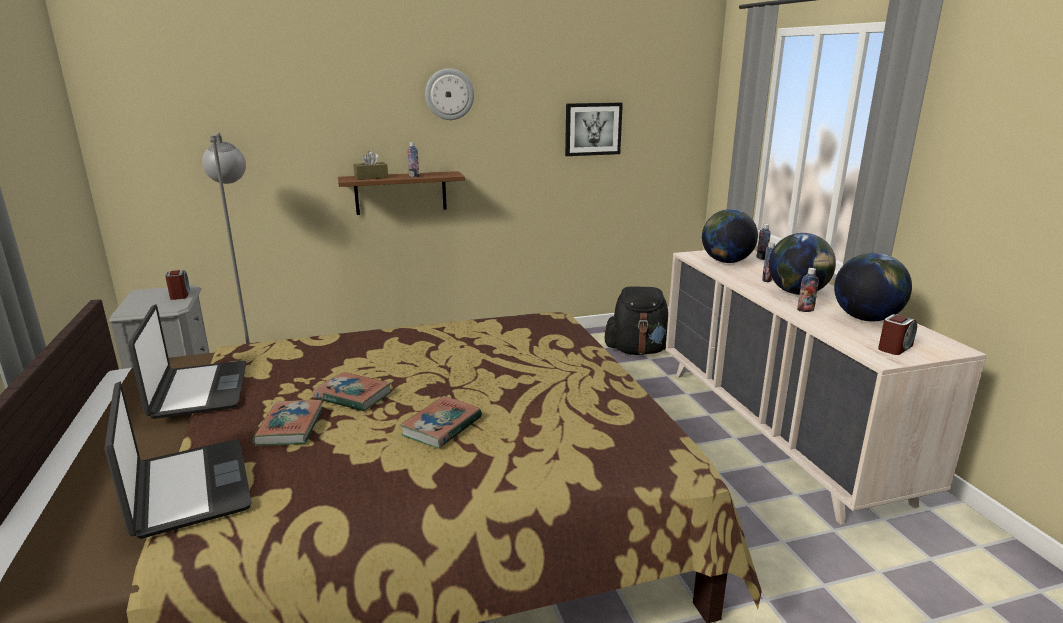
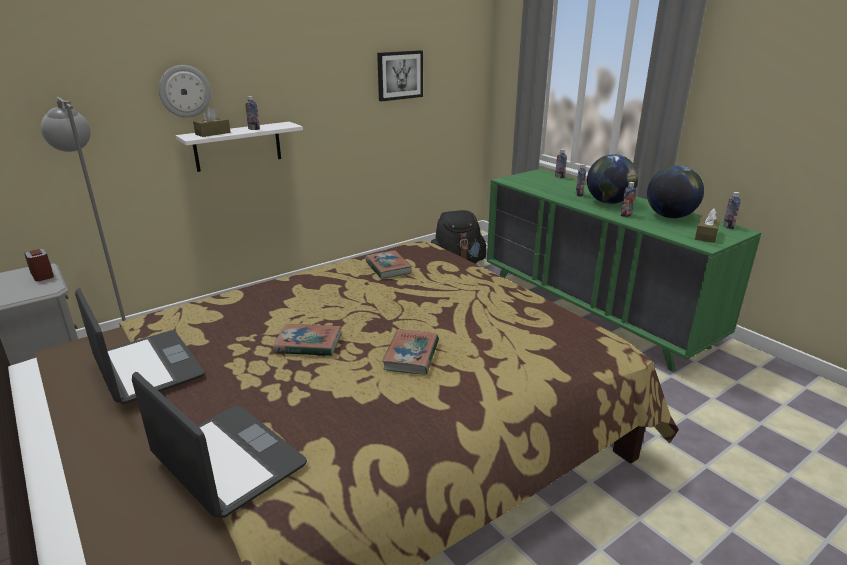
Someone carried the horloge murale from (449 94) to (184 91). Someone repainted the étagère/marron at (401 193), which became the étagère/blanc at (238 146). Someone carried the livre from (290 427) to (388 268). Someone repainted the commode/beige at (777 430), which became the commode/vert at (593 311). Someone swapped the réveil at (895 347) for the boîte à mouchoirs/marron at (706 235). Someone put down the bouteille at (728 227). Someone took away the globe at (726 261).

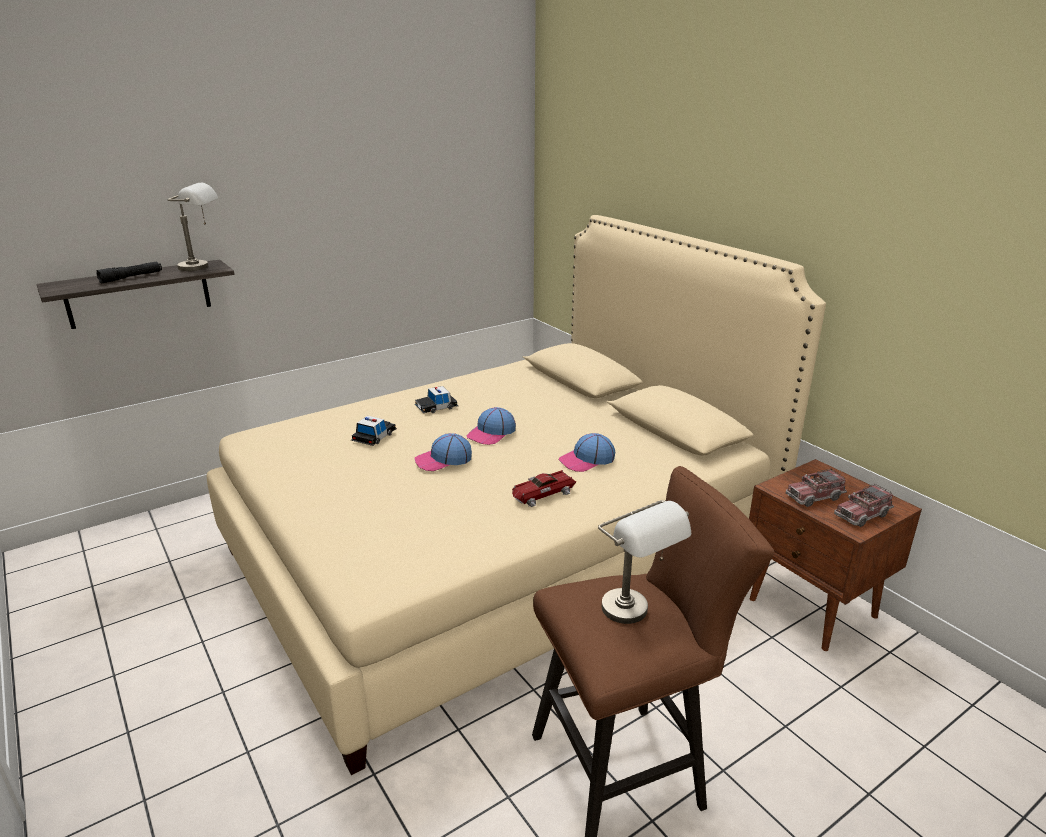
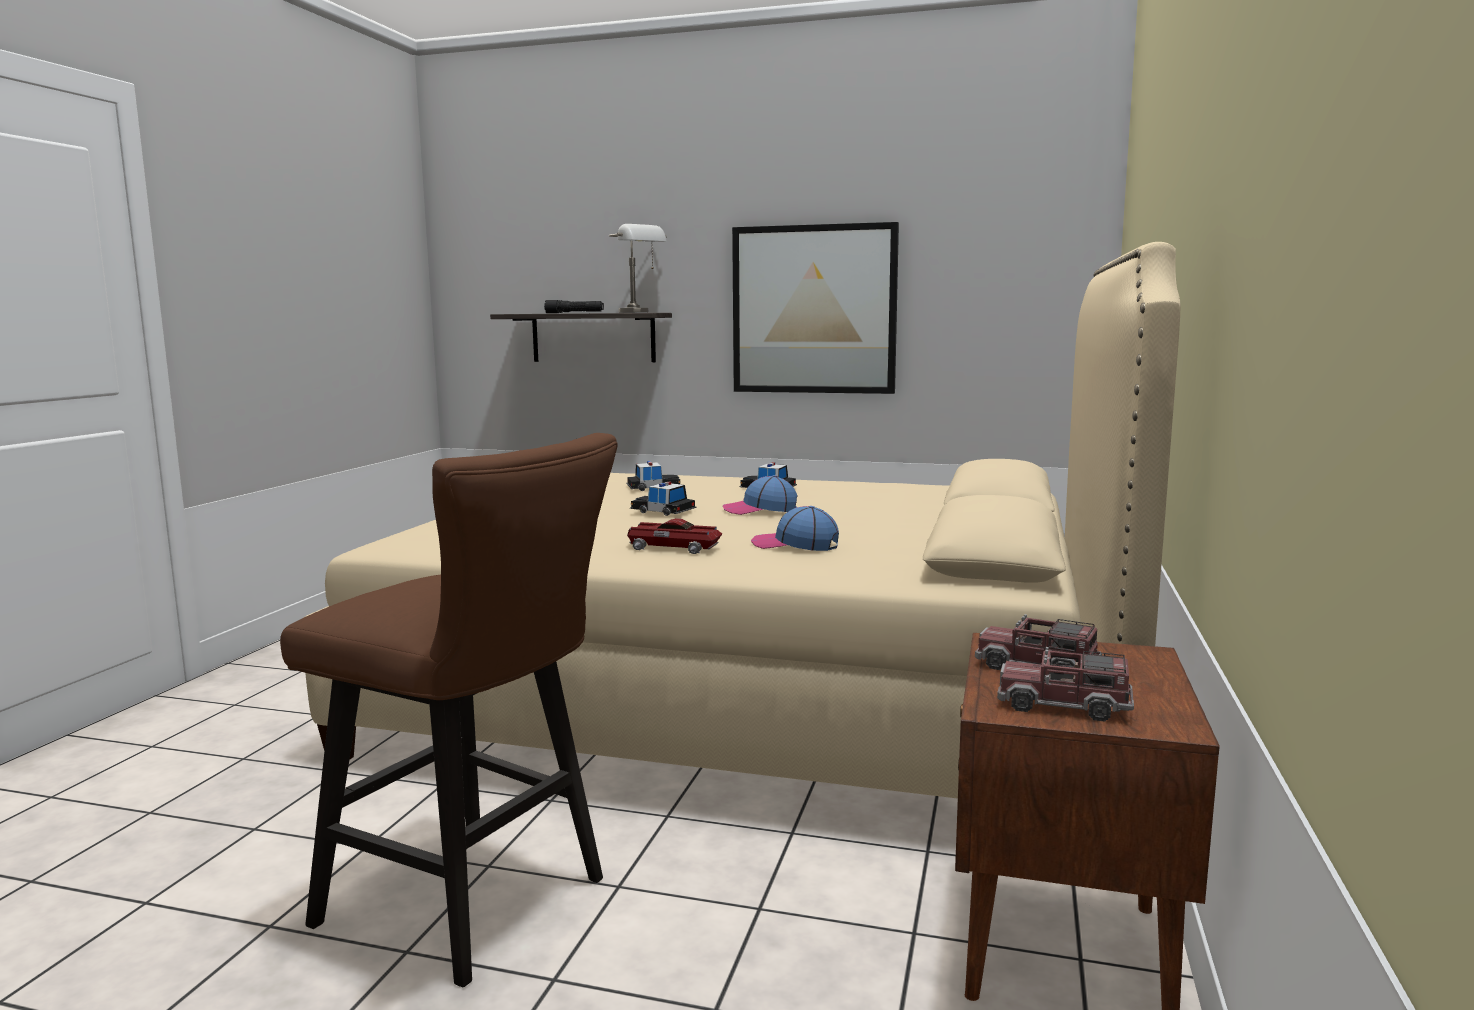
Someone swapped the casquette at (443 460) for the petite voiture at (663 511). Someone put up the tableau at (814 310). Someone took away the lampe de table/gris at (636 616).

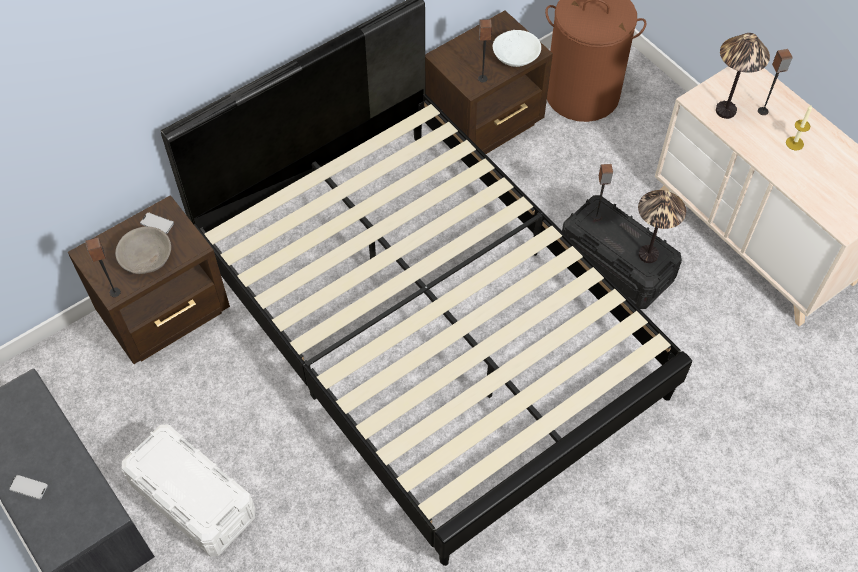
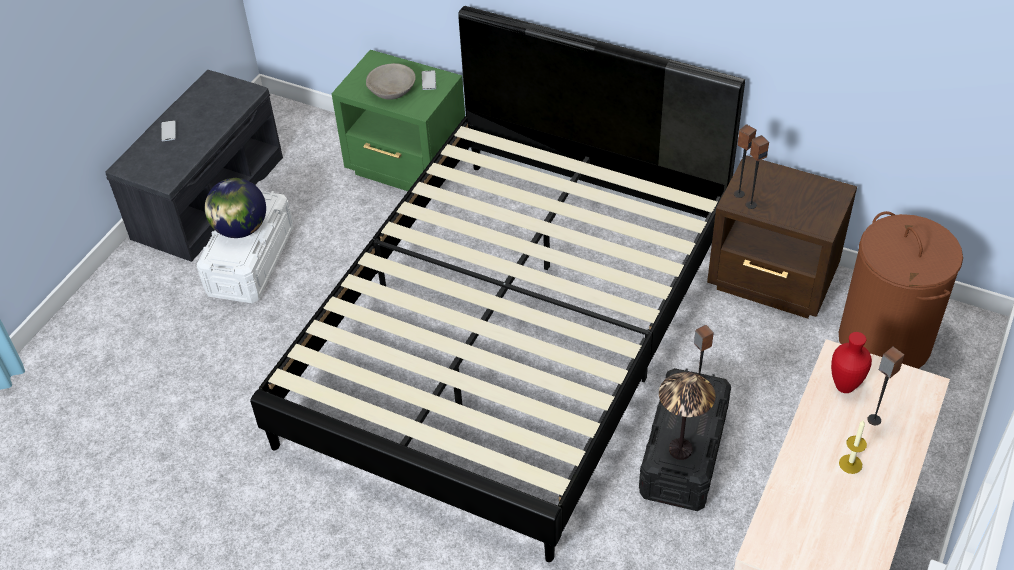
Someone put down the globe at (240 229). Someone repainted the table de chevet/marron at (167 314), which became the table de chevet/vert at (408 168). Someone carried the enceinte from (114 292) to (738 193). Someone swapped the lampe de table at (725 110) for the vase/rouge at (845 386). Someone took away the bol/blanc at (516 57).

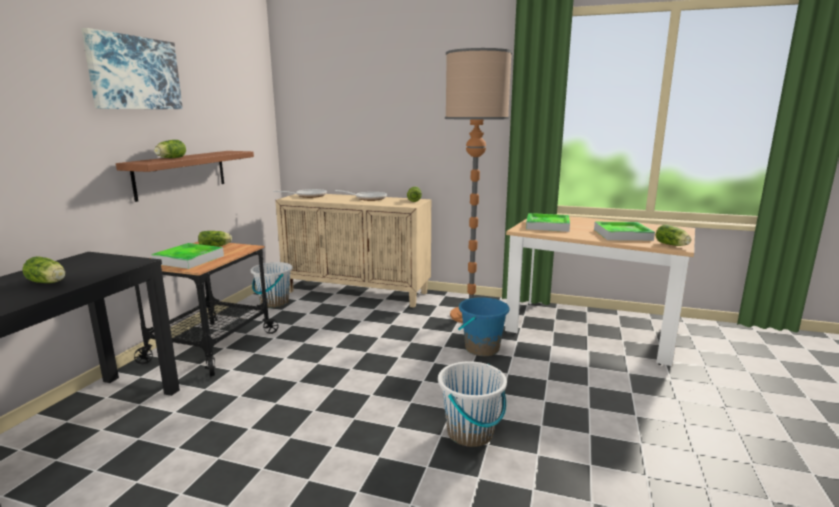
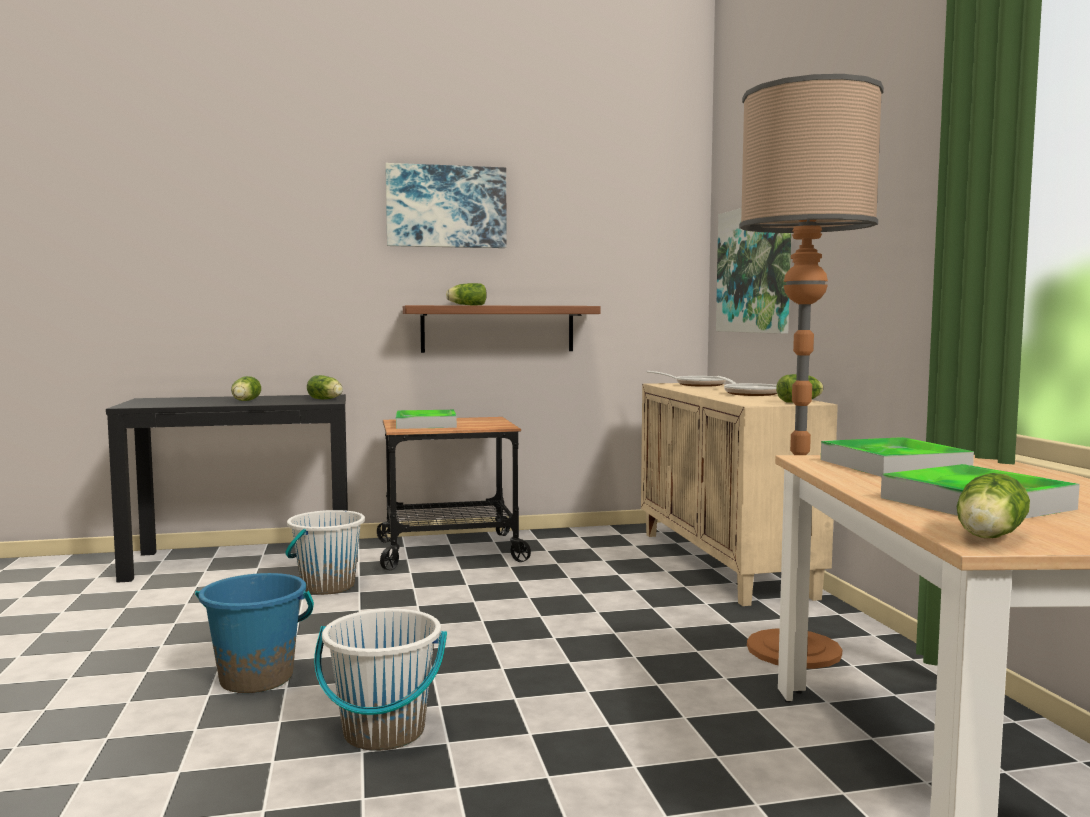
Someone carried the seau/bleu from (481 348) to (257 678). Someone carried the seau/blanc from (274 303) to (327 586). Someone carried the laitue from (216 247) to (326 399). Someone put up the tableau at (755 269).

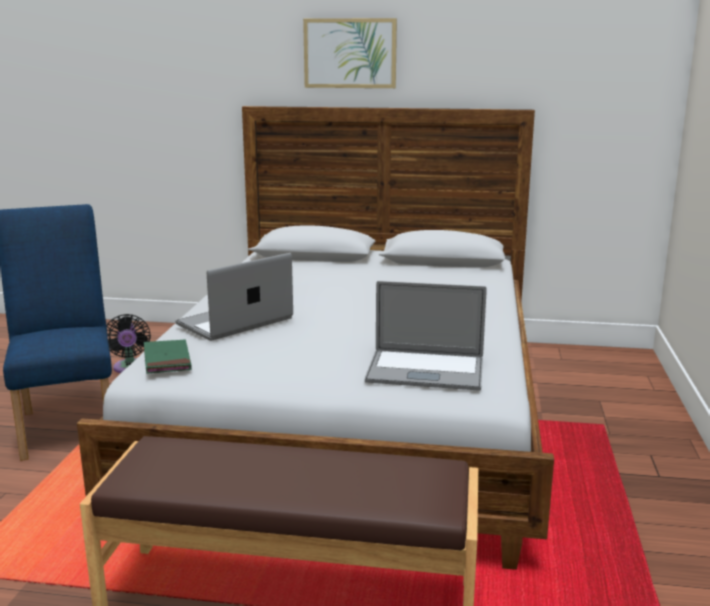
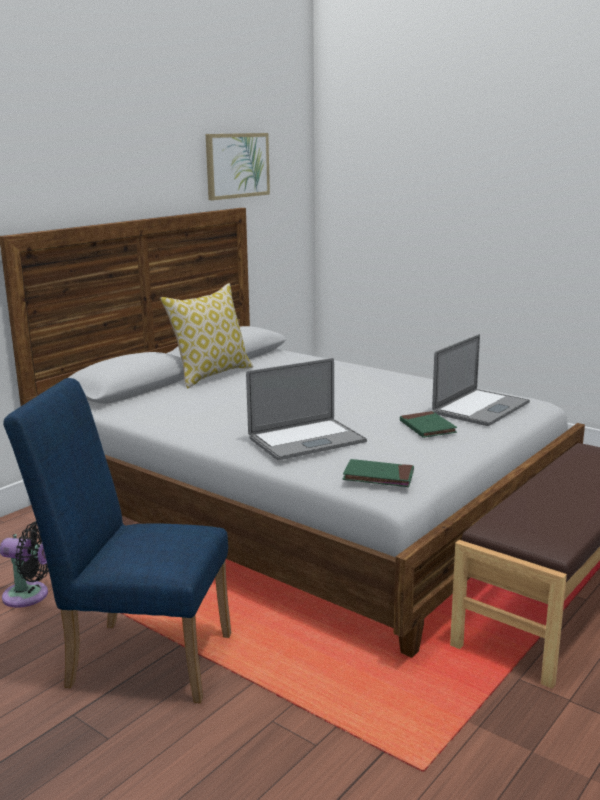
Someone put down the coussin at (211 375). Someone carried the tableau from (350 53) to (237 165). Someone rotated the ordinateur portable at (235 321) by 105 degrees counterclockwise. Someone put down the livre/vert at (427 428).

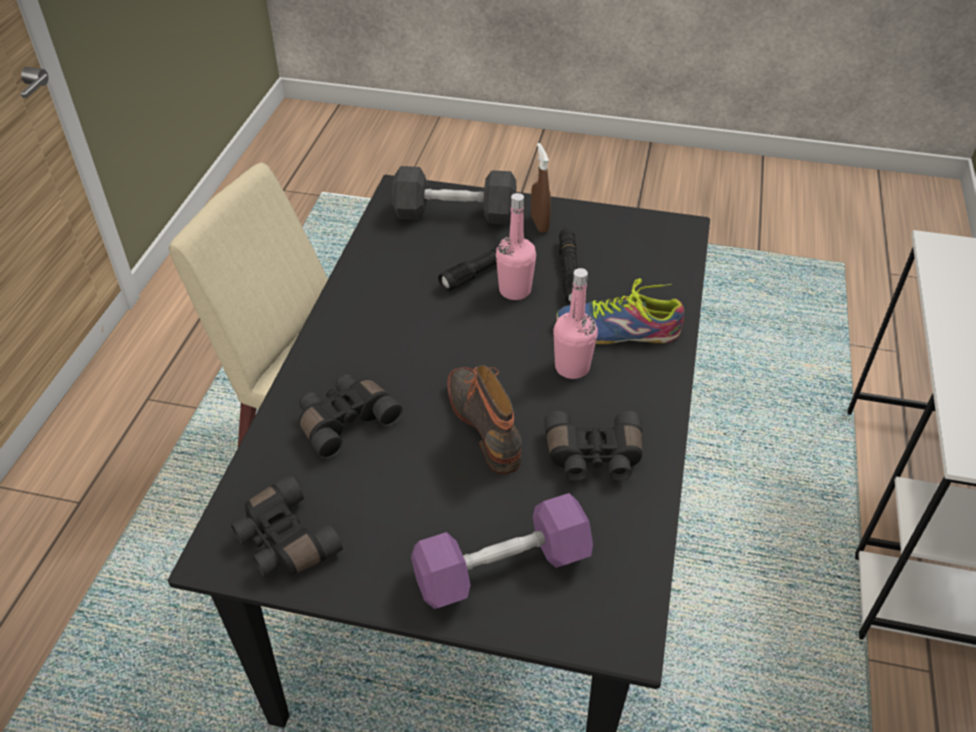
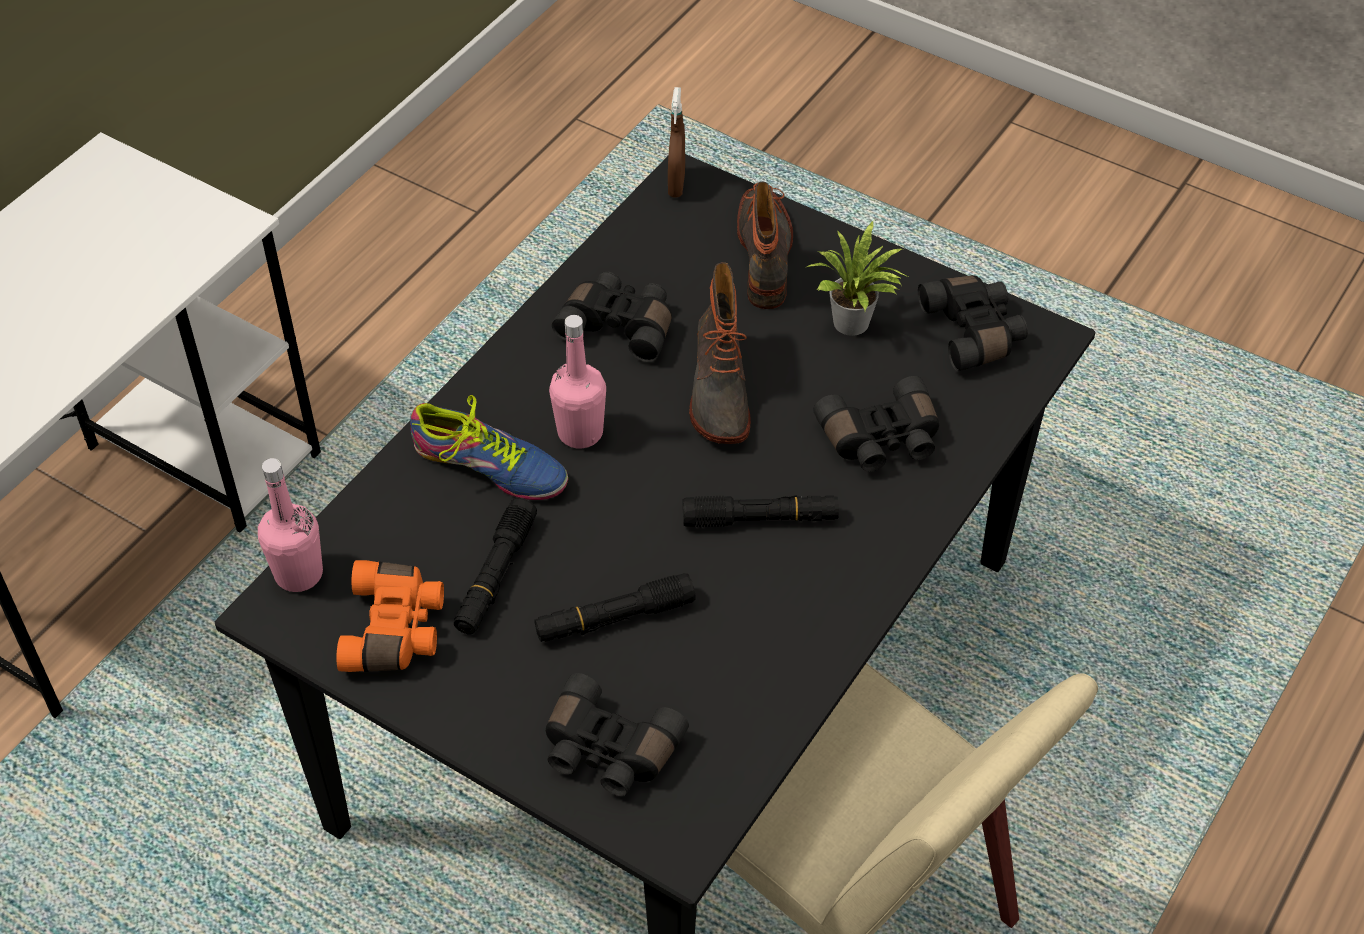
Someone carried the bouteille/rose from (515 290) to (299 574). Someone put down the jumelles/orange at (396 629). Someone swapped the haltère/noir at (455 214) for the jumelles/noir at (607 751). Someone carried the vaporisateur/marron from (539 224) to (676 185). Someone put down the lampe de poche/noir at (760 519). Someone swapped the haltère/violet at (502 568) for the botte at (766 255). Someone put down the plante en pot at (854 326).

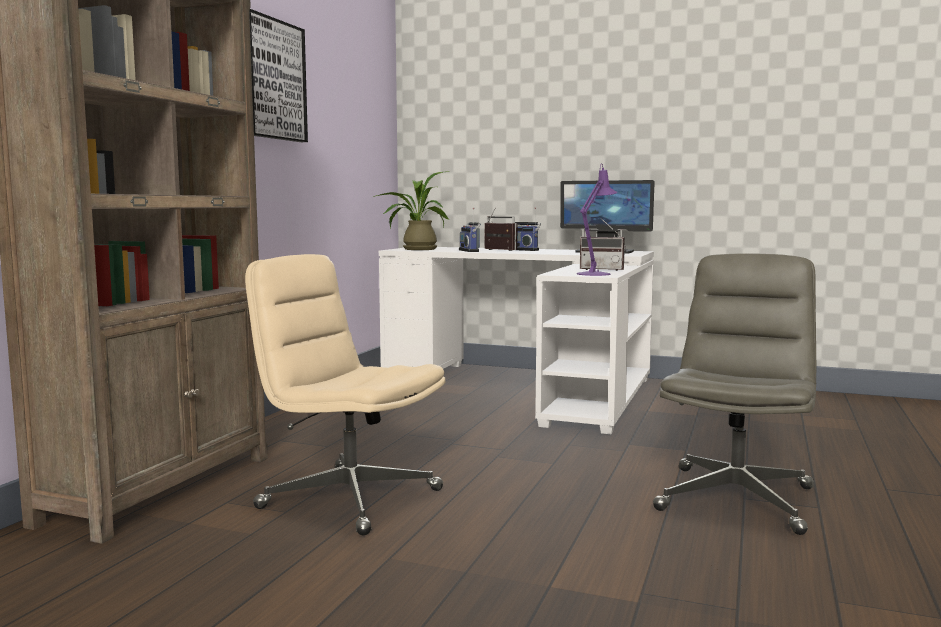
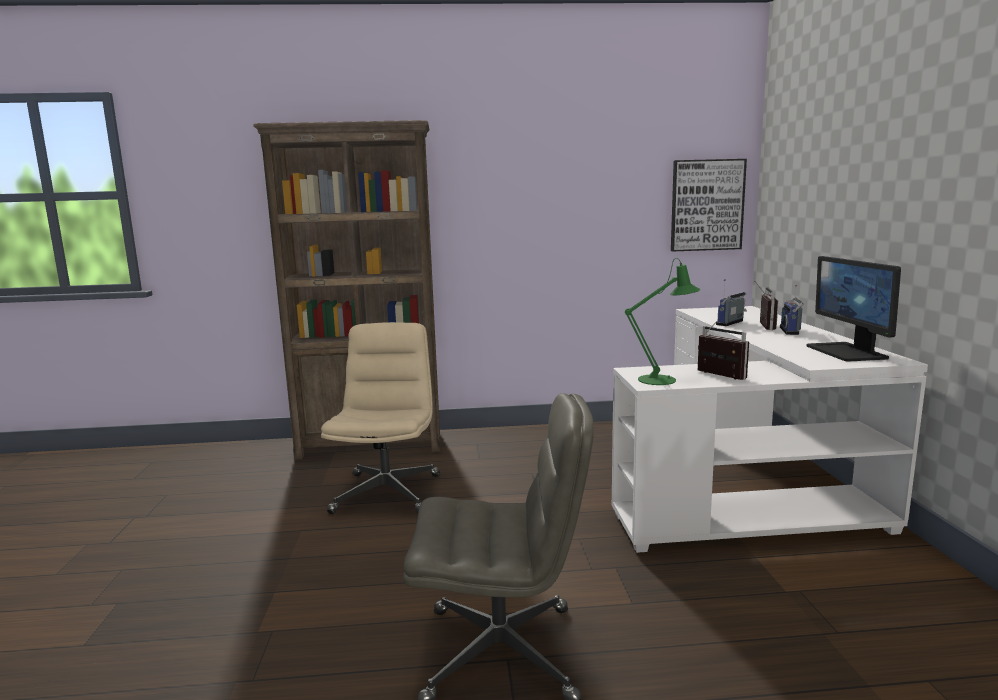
Someone repainted the lampe de table/violet at (595 273), which became the lampe de table/vert at (662 380). Someone carried the tableau from (273 80) to (706 205). Someone rotated the radio at (603 269) by 150 degrees clockwise. Someone took away the plante en pot at (415 249).

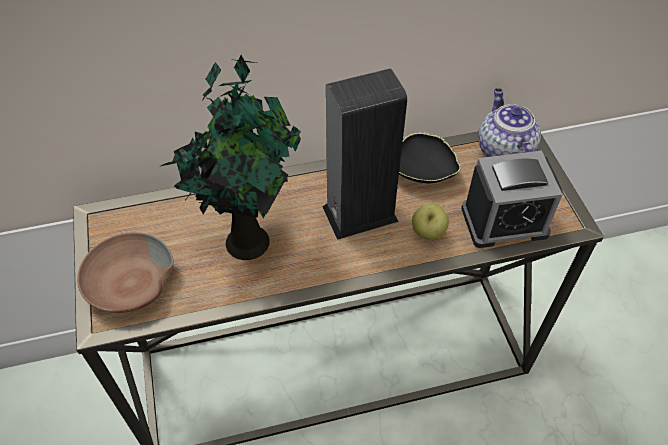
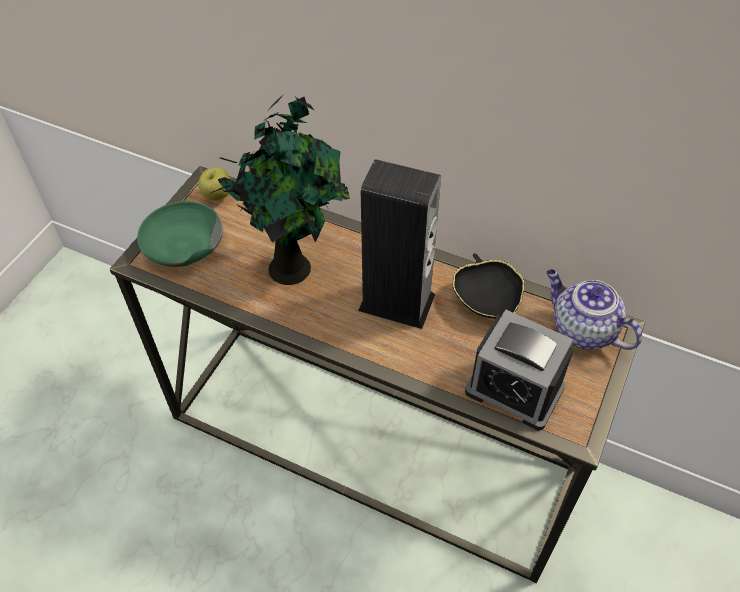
Someone repainted the bol/marron at (129 283), which became the bol/vert at (181 245). Someone carried the pomme from (428 233) to (217 195). Someone rotated the théière at (503 151) by 75 degrees counterclockwise.

